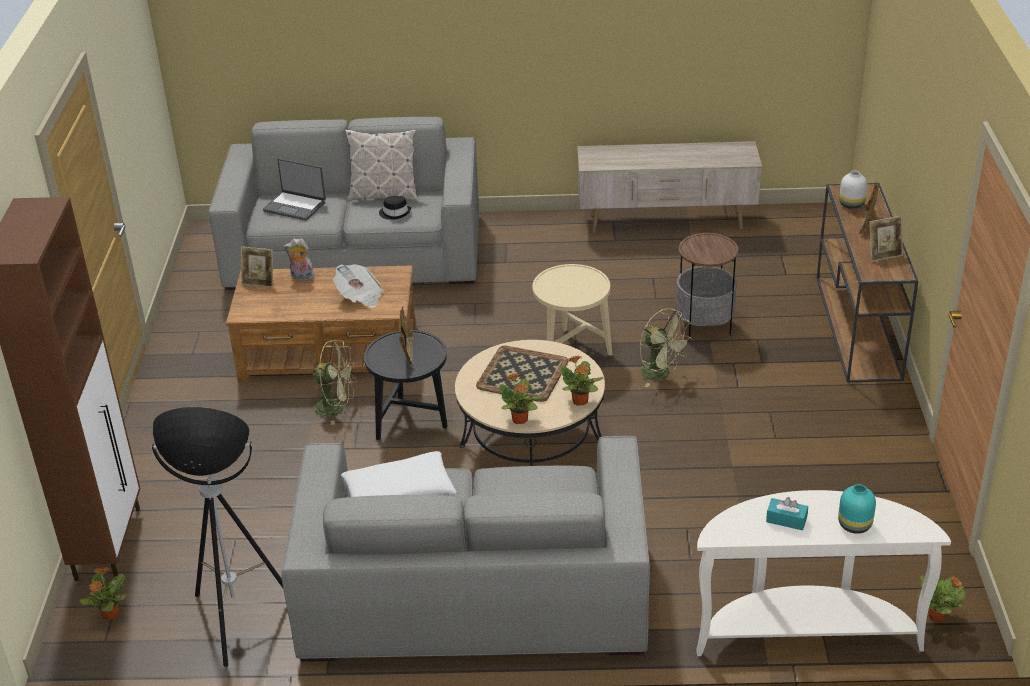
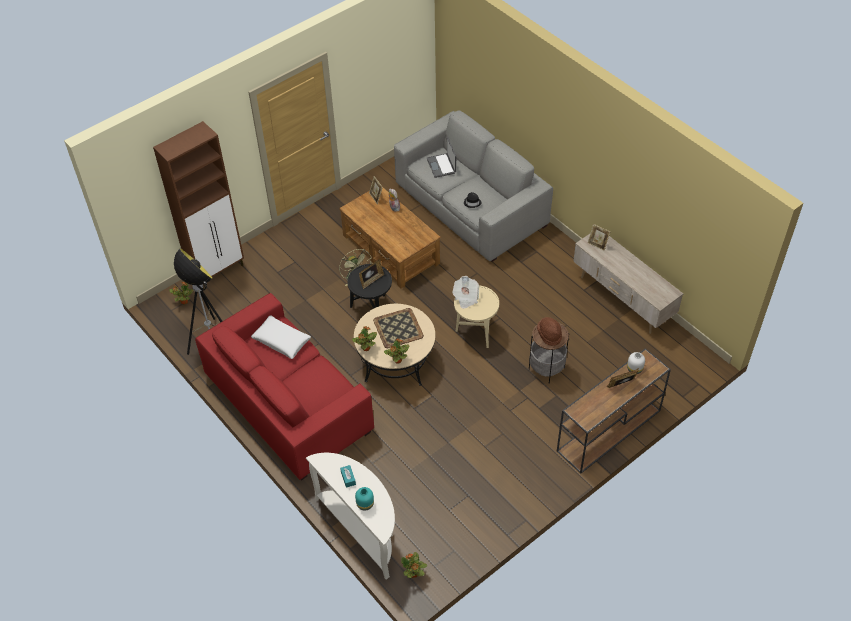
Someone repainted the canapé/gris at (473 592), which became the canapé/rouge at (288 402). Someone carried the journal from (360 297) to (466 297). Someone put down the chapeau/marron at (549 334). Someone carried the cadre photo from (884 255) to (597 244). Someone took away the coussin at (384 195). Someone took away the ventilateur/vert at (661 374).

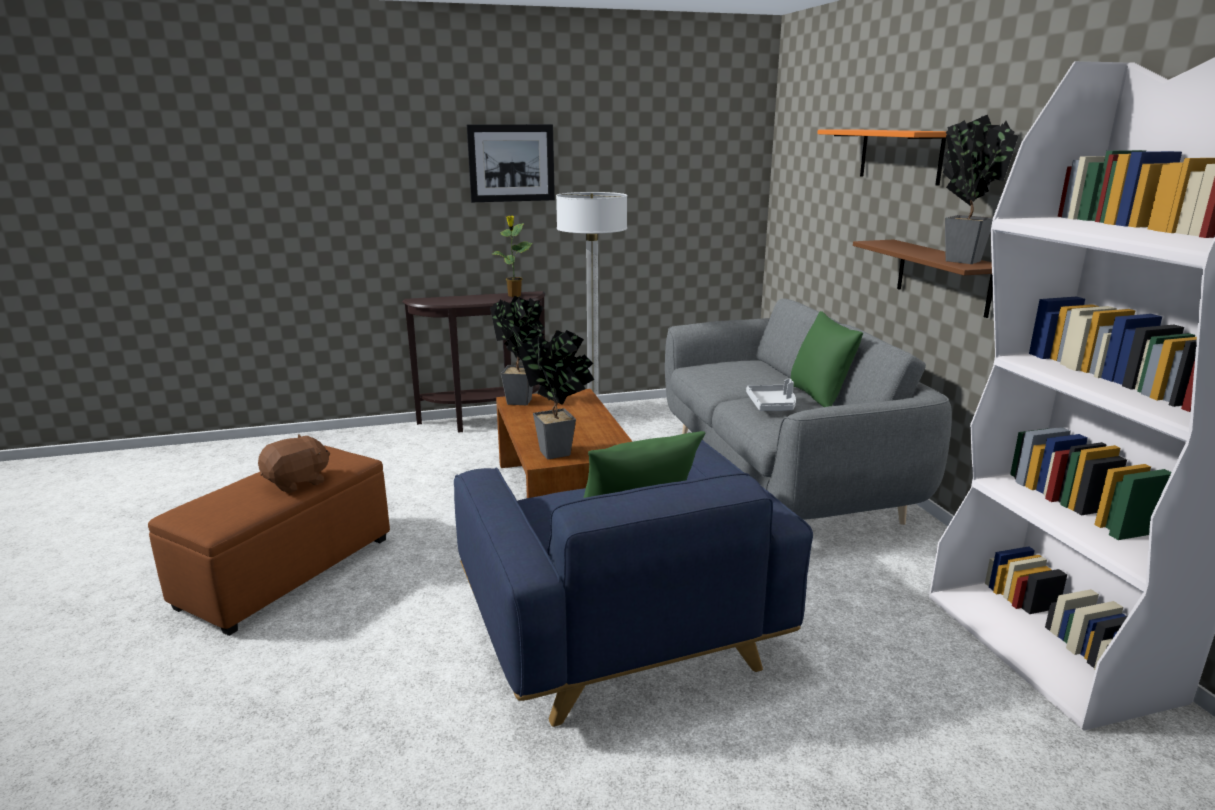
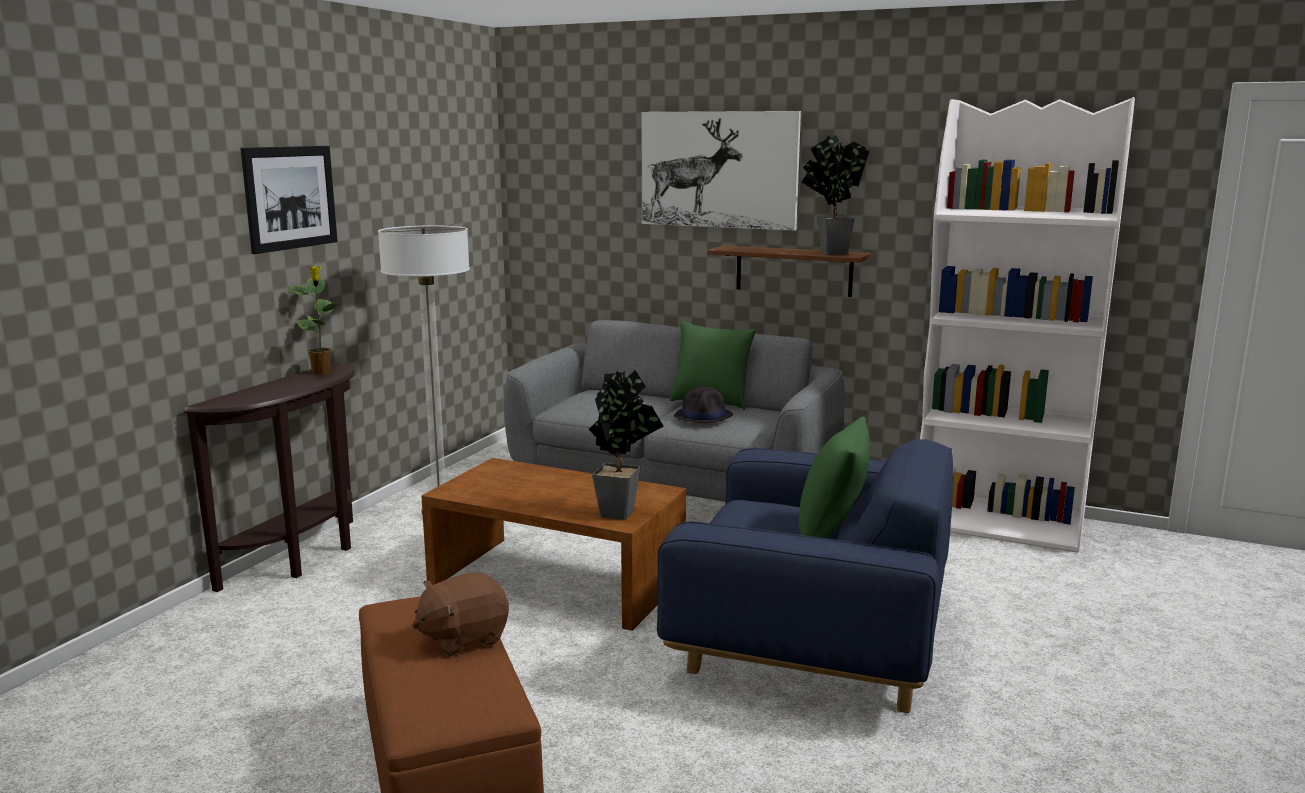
Someone rotated the peluche/marron at (297 482) by 120 degrees counterclockwise. Someone swapped the étagère/orange at (900 155) for the tableau at (718 169). Someone swapped the plateau/gris at (772 405) for the chapeau/noir at (704 416). Someone took away the plante en pot at (523 402).

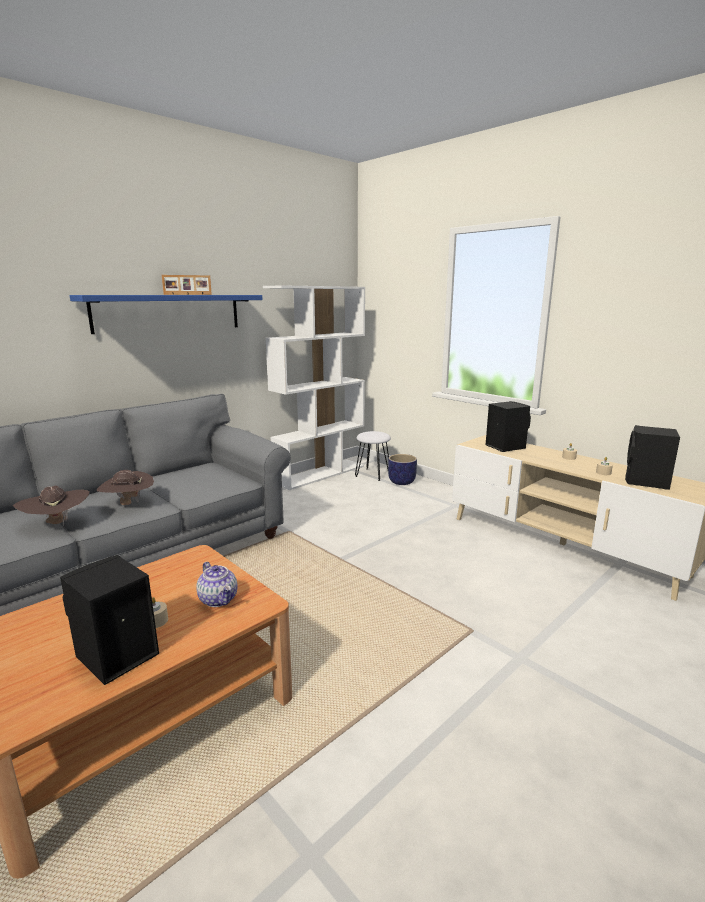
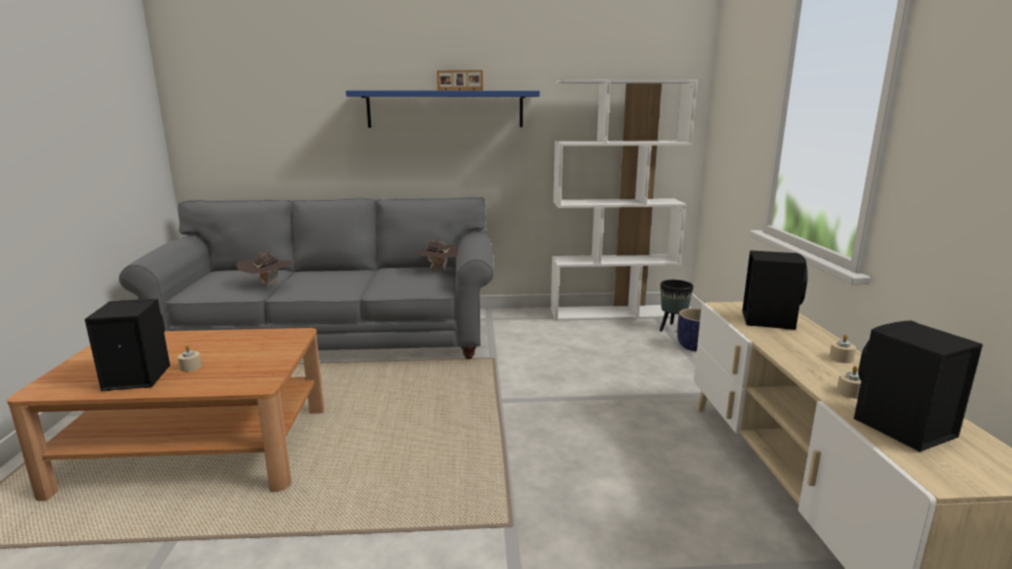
Someone carried the chapeau/marron from (128 504) to (437 270). Someone swapped the tabouret/blanc at (373 474) for the cache-pot/noir at (673 329). Someone took away the théière at (219 599).

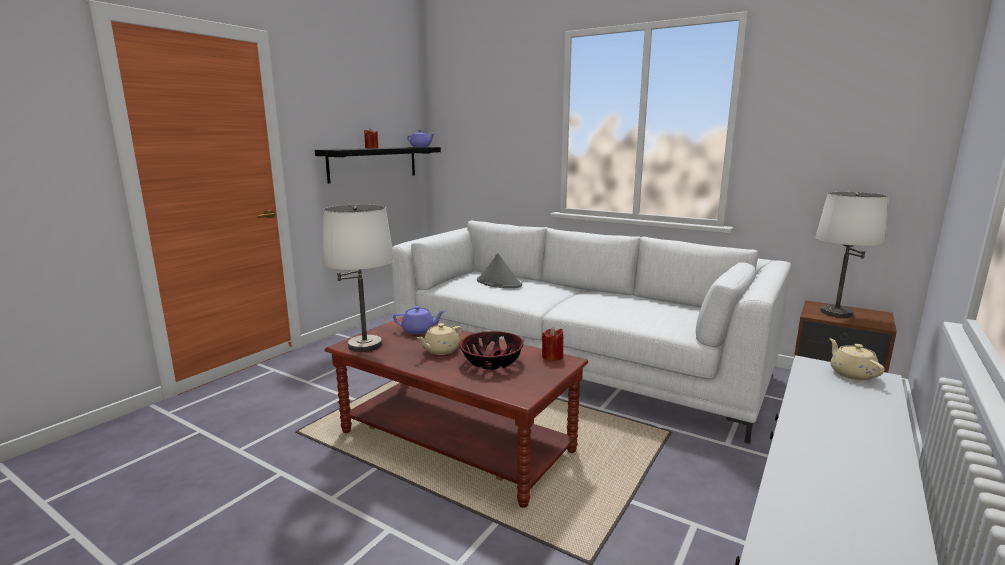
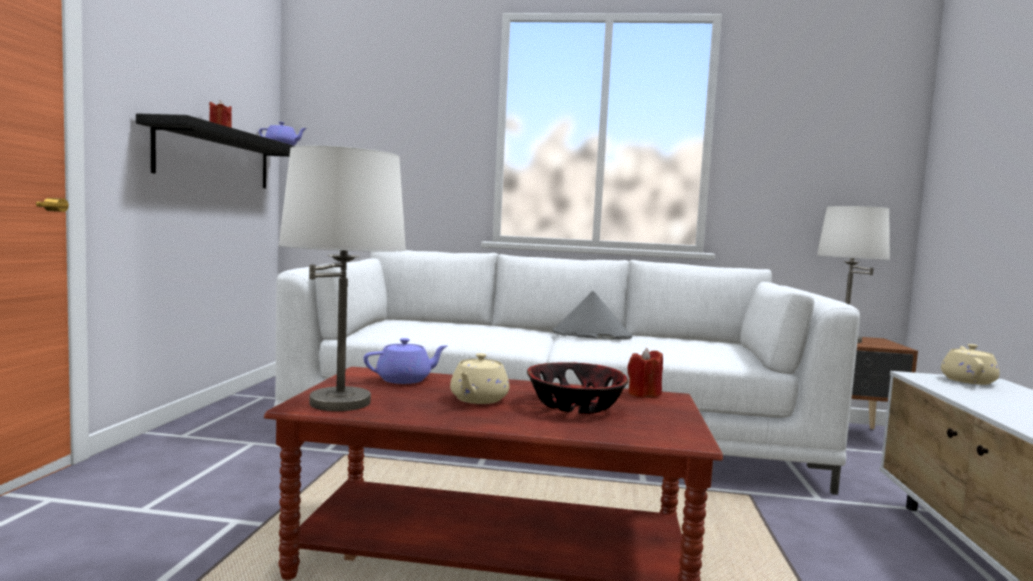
Someone carried the chapeau/gris from (498 283) to (591 335). Someone rotated the théière/beige at (851 374) by 60 degrees clockwise.

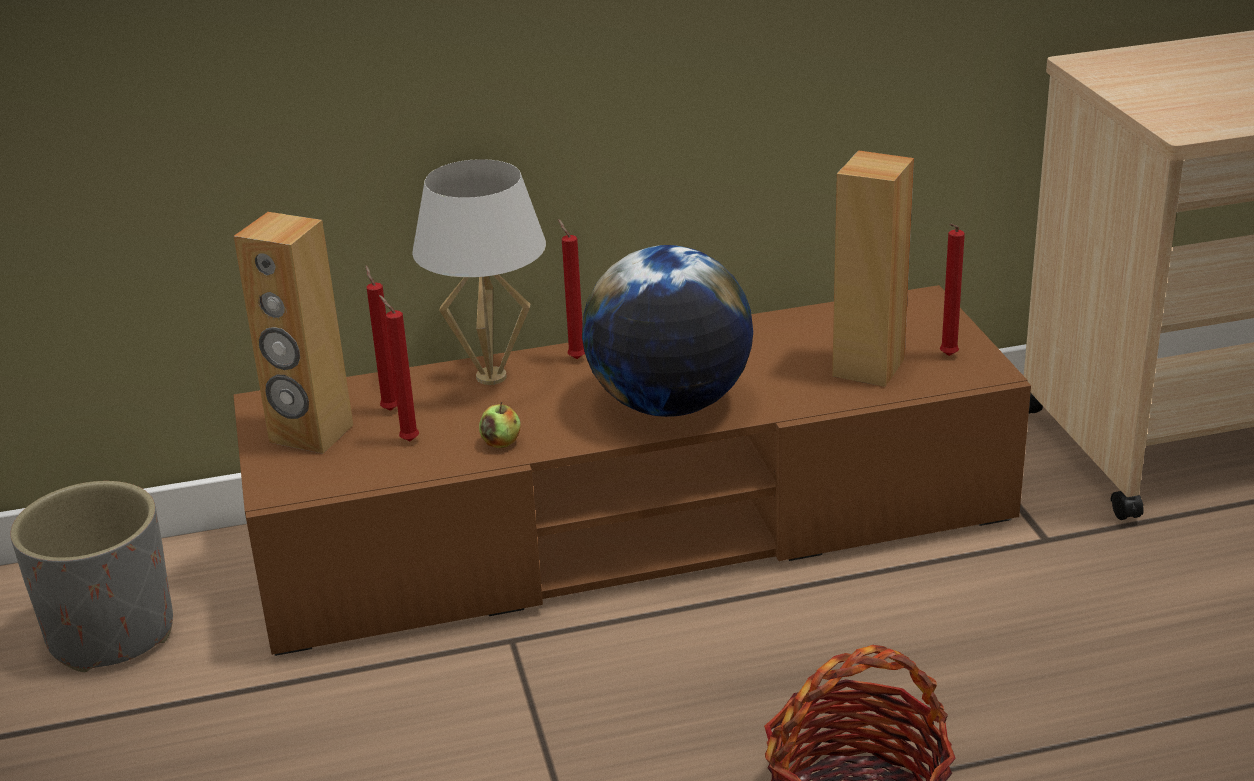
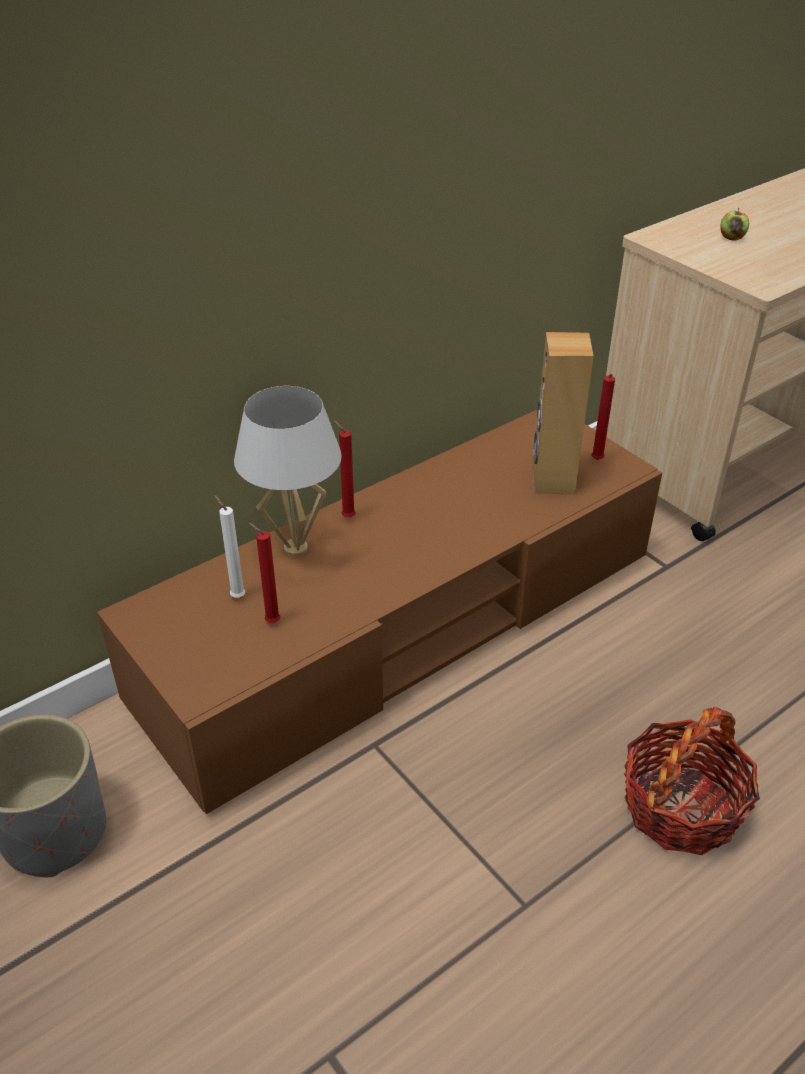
Someone repainted the bougie/rouge at (389 409), which became the bougie/blanc at (236 596). Someone carried the pomme from (501 442) to (732 237). Someone took away the enceinte/marron at (310 434). Someone took away the globe at (669 405).

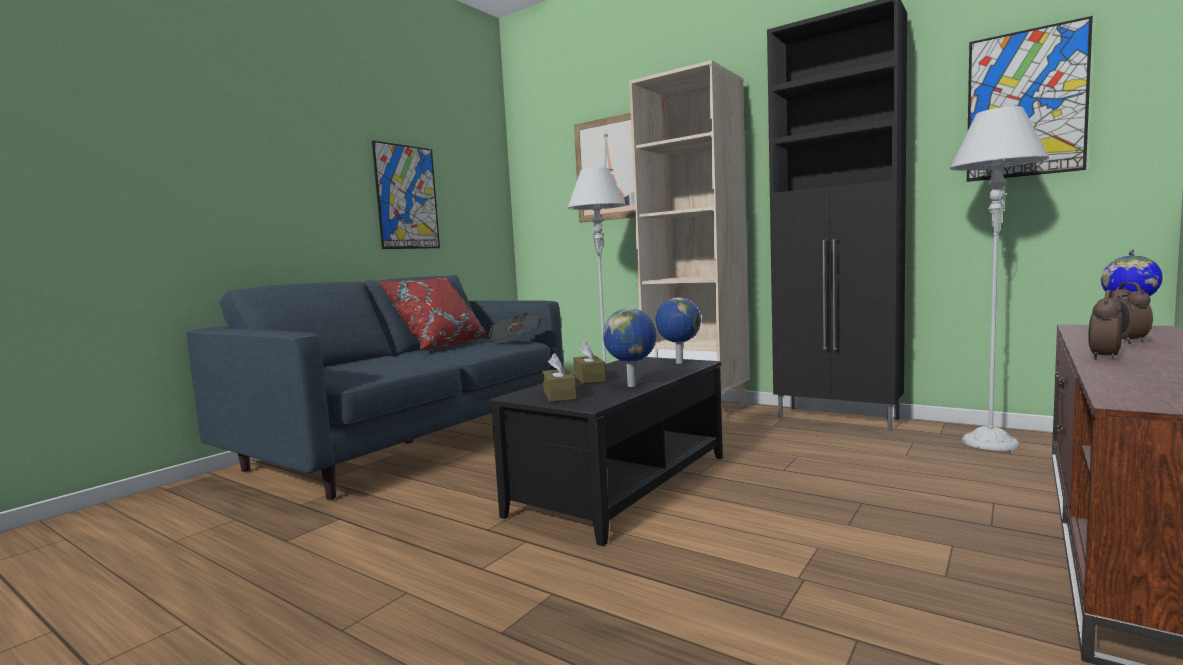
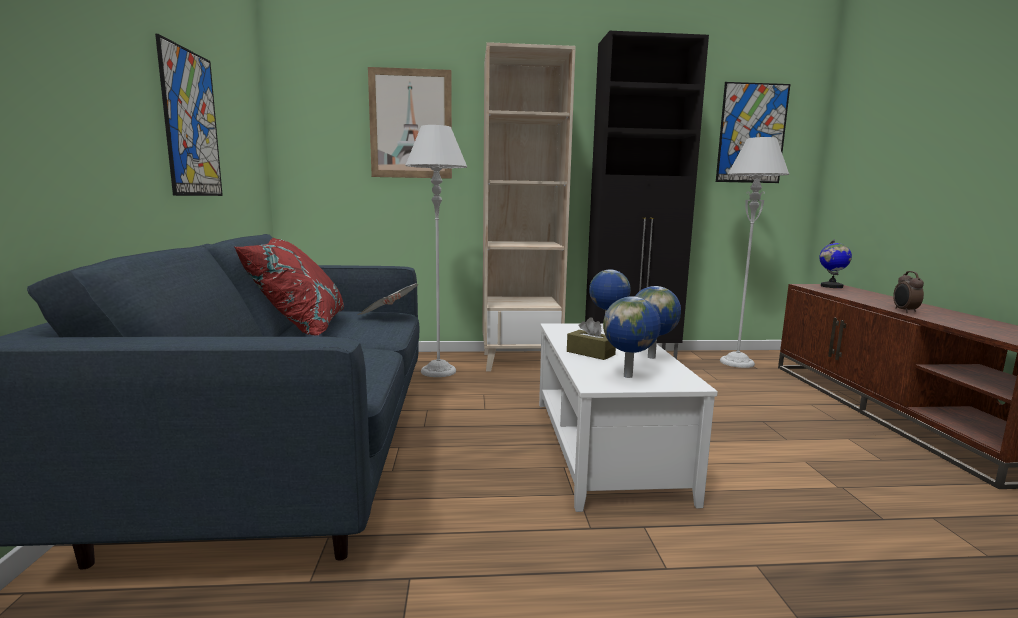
Someone repainted the table basse/noir at (620 484), which became the table basse/blanc at (603 447). Someone swapped the boîte à mouchoirs/marron at (559 395) for the globe at (629 376). Someone took away the réveil at (1125 341).

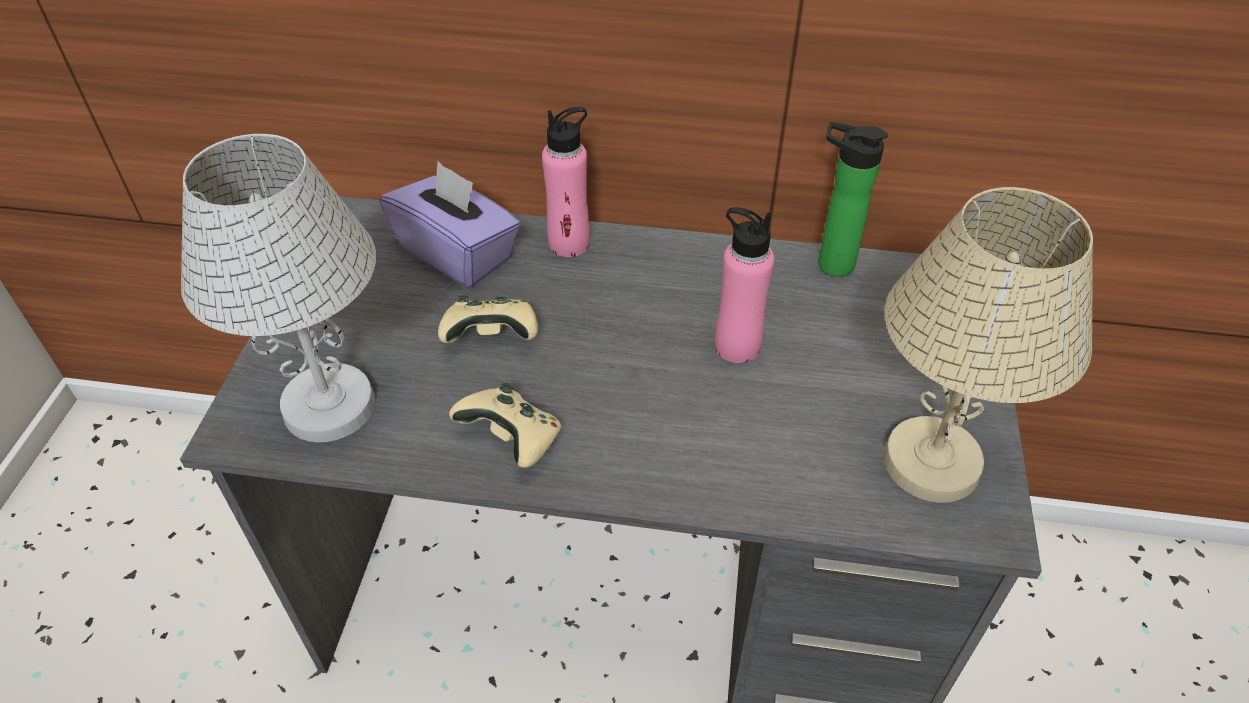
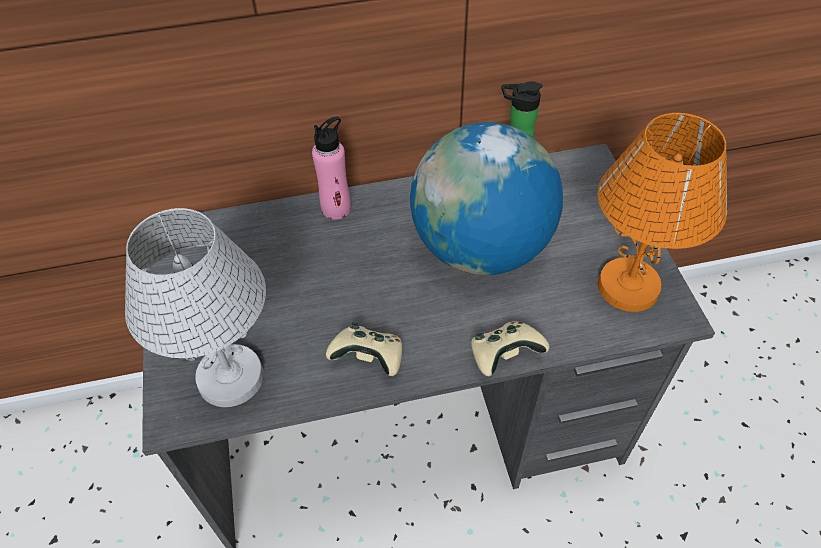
Someone swapped the bouteille/rose at (737 346) for the globe at (480 247). Someone carried the manette/beige from (492 337) to (504 356). Someone repainted the lampe de table/beige at (931 461), which became the lampe de table/orange at (627 285). Someone took away the boîte à mouchoirs/violet at (458 253).

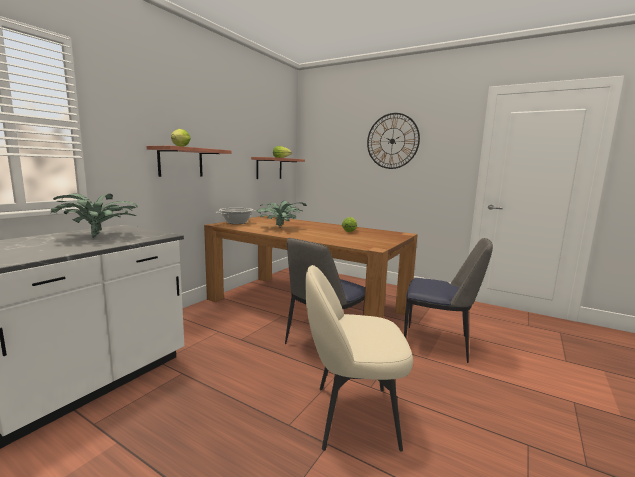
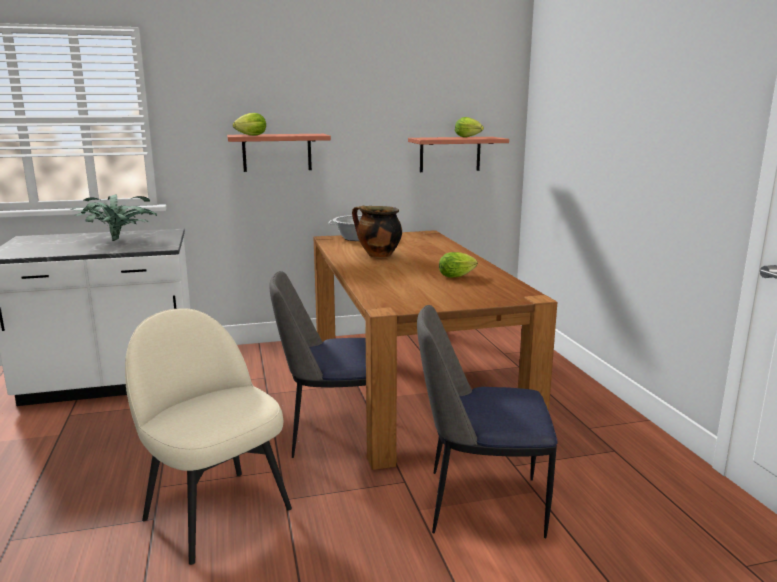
Someone swapped the plante en pot at (280 228) for the marmite at (378 255). Someone rotated the chaise at (438 344) by 120 degrees clockwise. Someone took away the horloge murale at (392 141).

